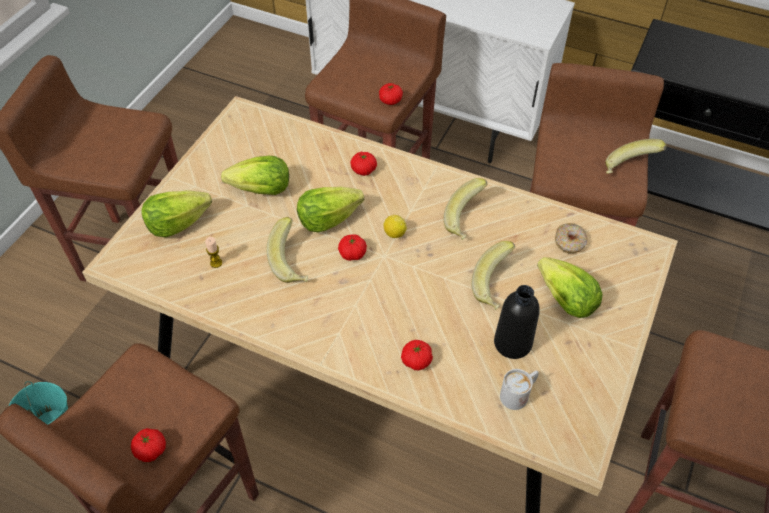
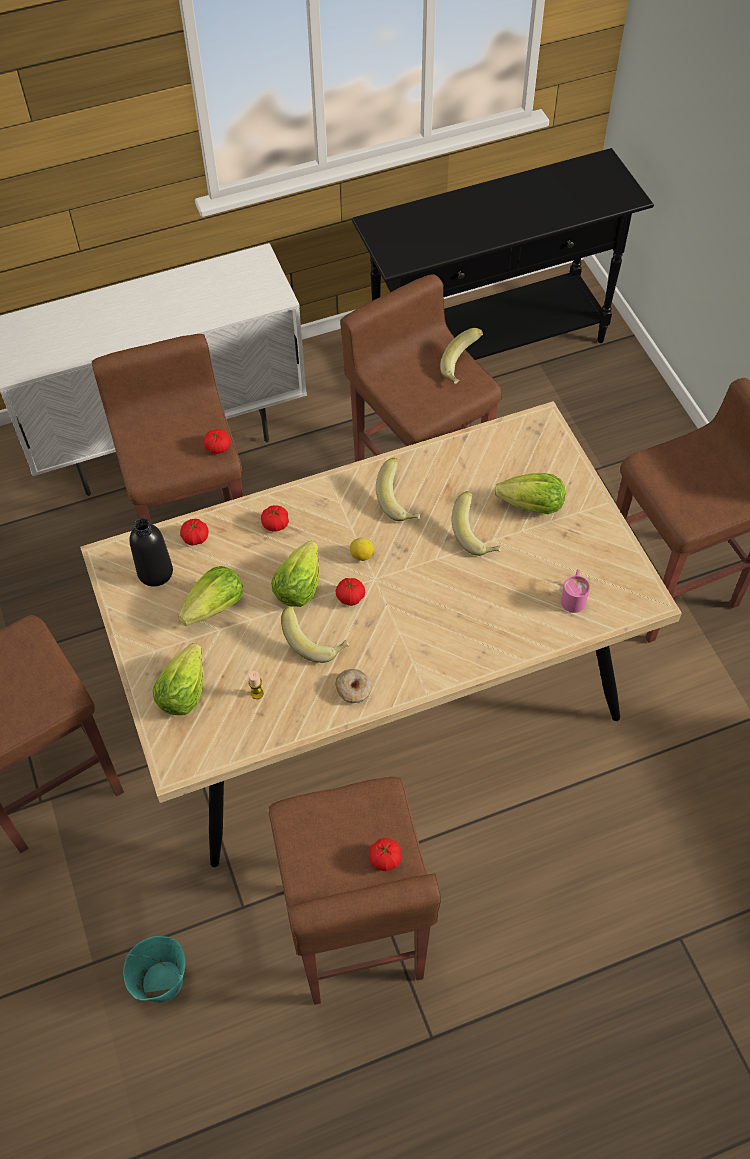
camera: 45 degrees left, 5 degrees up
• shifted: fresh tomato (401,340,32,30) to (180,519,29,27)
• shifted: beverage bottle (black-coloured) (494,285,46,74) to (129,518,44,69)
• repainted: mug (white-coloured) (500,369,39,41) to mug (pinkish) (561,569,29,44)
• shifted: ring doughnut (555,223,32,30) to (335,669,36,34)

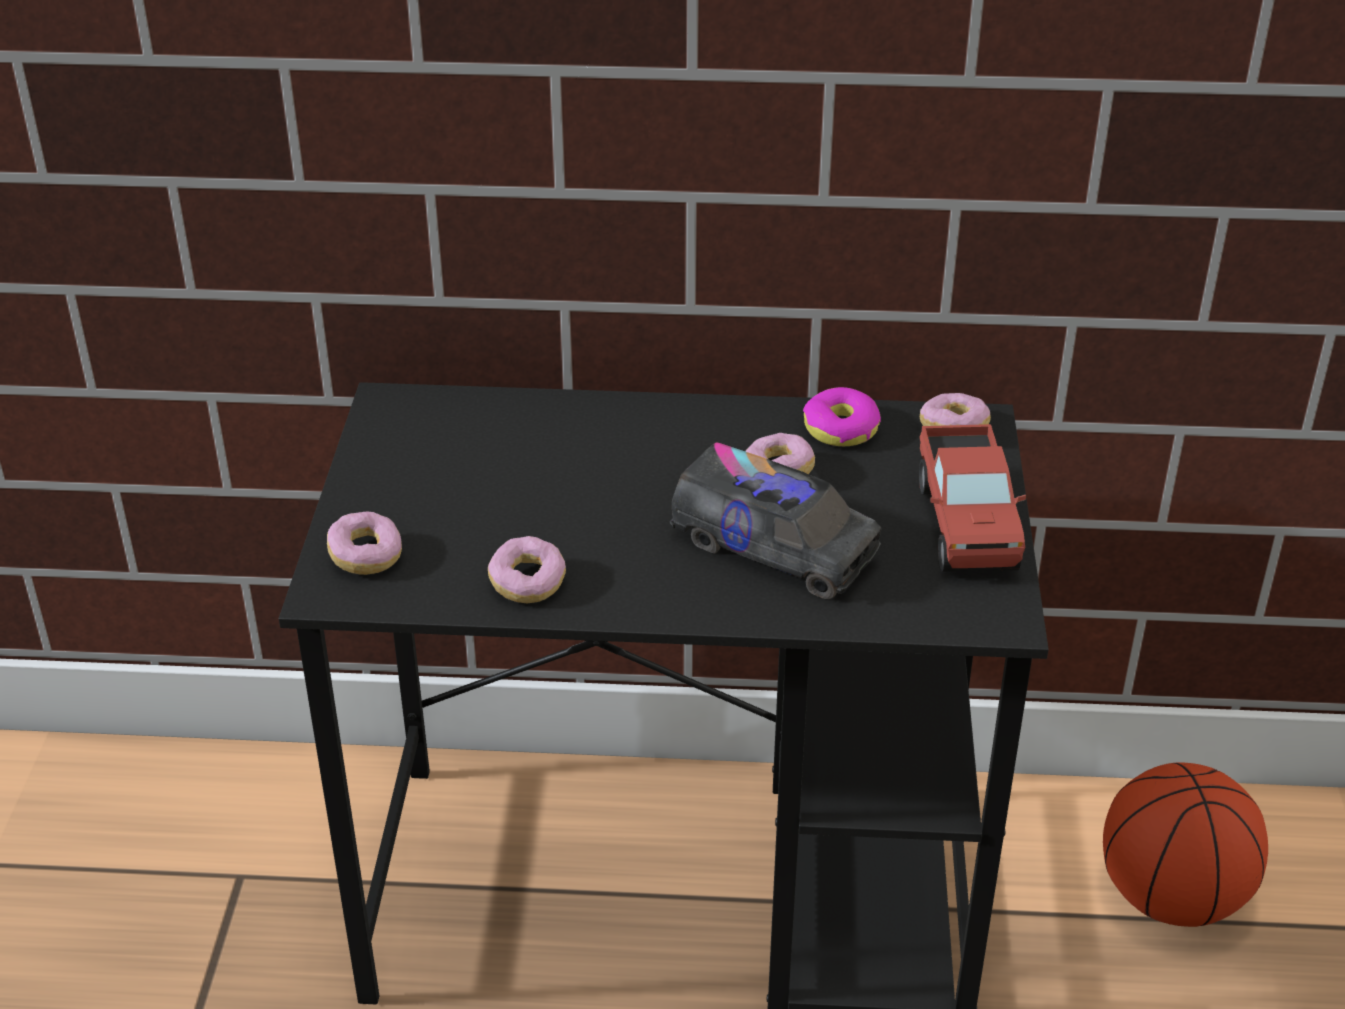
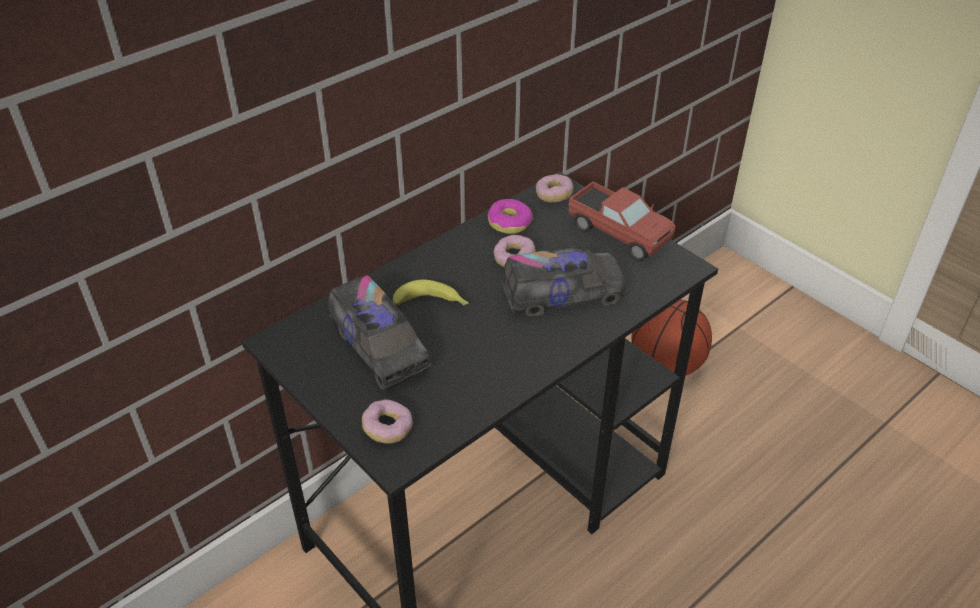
camera: 45 degrees left, 5 degrees up
• gone: ring doughnut (488,536,78,67)
• new: model truck (328,275,103,115)
• new: banana fruit (393,280,76,26)

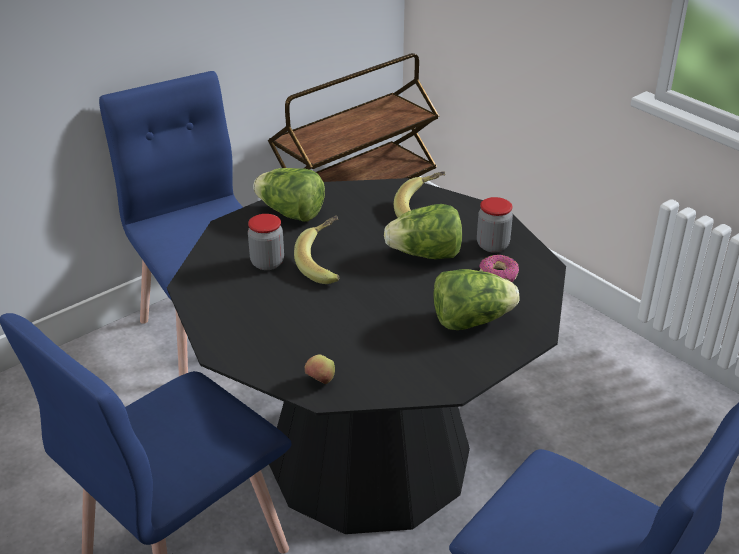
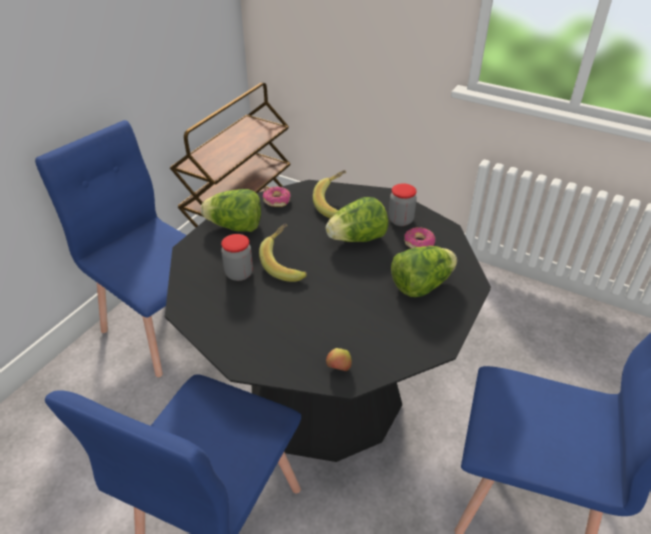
camera: 20 degrees left, 5 degrees up
• new: ring doughnut (263,186,28,21)

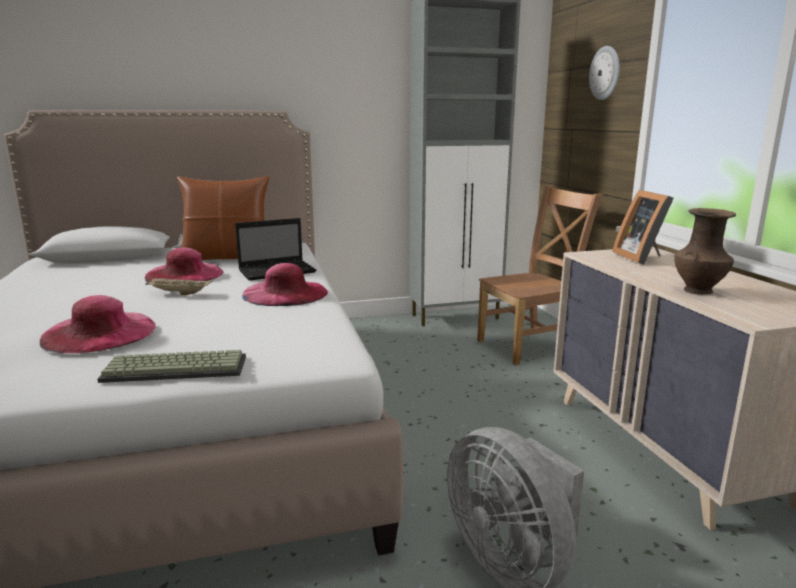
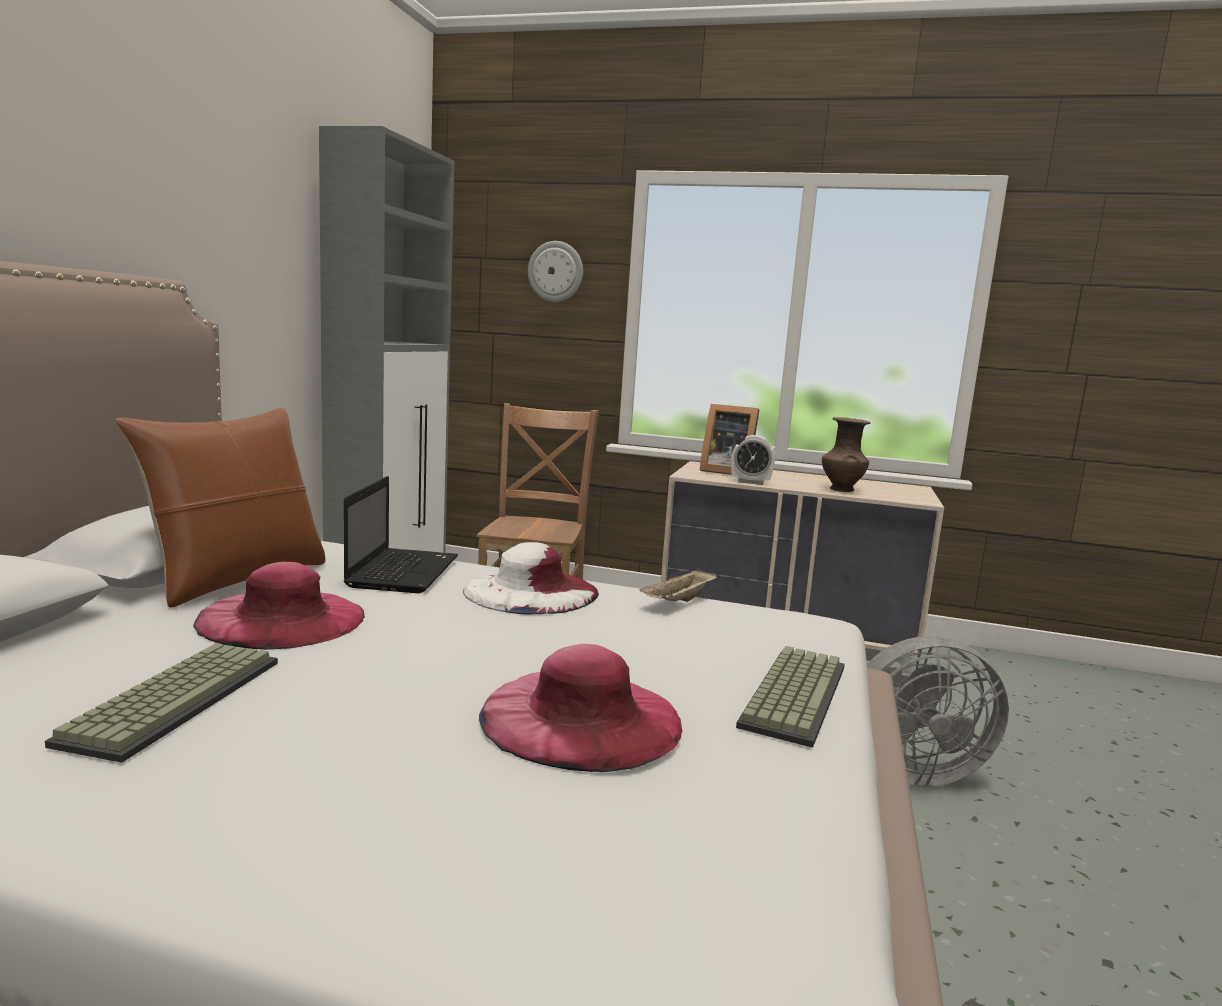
camera: 60 degrees left, 5 degrees down
• shifted: tray (beige-coloured) (145,278,68,17) to (640,568,77,34)
• repainted: wearable hat (pinkish) (242,263,86,43) to wearable hat (white-coloured) (463,542,136,72)
• new: computer keyboard (45,643,233,120)
• new: table clock (731,435,44,50)

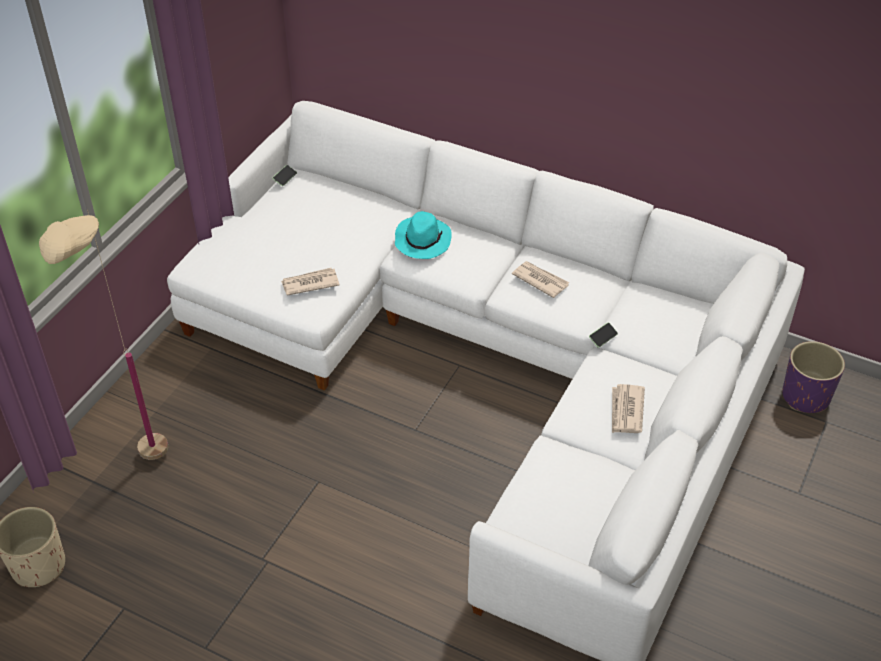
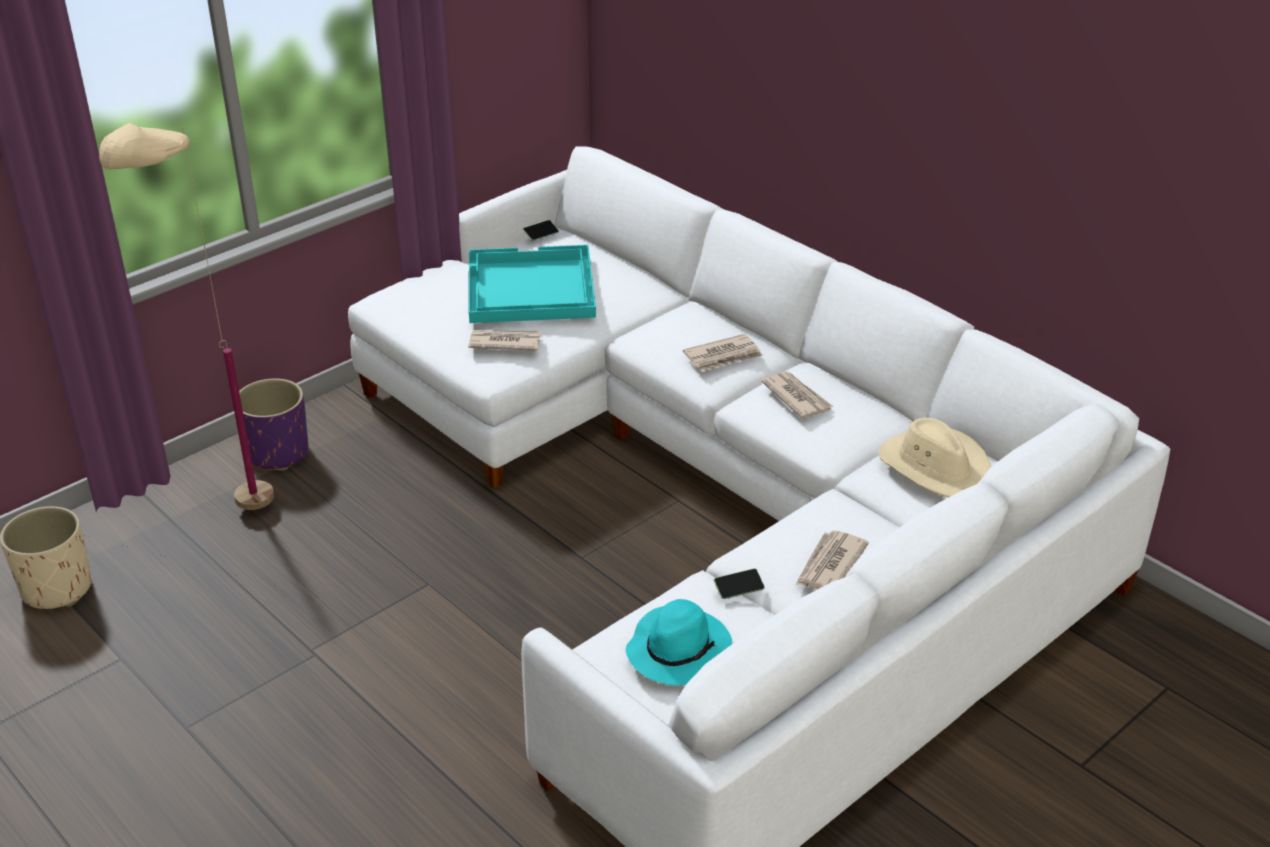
camera: 20 degrees right, 10 degrees down
• shifted: wearable hat (blue-green) (395,211,57,48) to (626,599,106,86)
• shifted: phone (589,322,29,26) to (713,568,52,31)
• shifted: flower pot (purplish) (782,341,63,72) to (239,378,70,92)
• new: tray (blue-green) (469,245,127,78)
• new: daily paper (683,334,80,37)
• new: wearable hat (beige-coloured) (879,418,112,80)

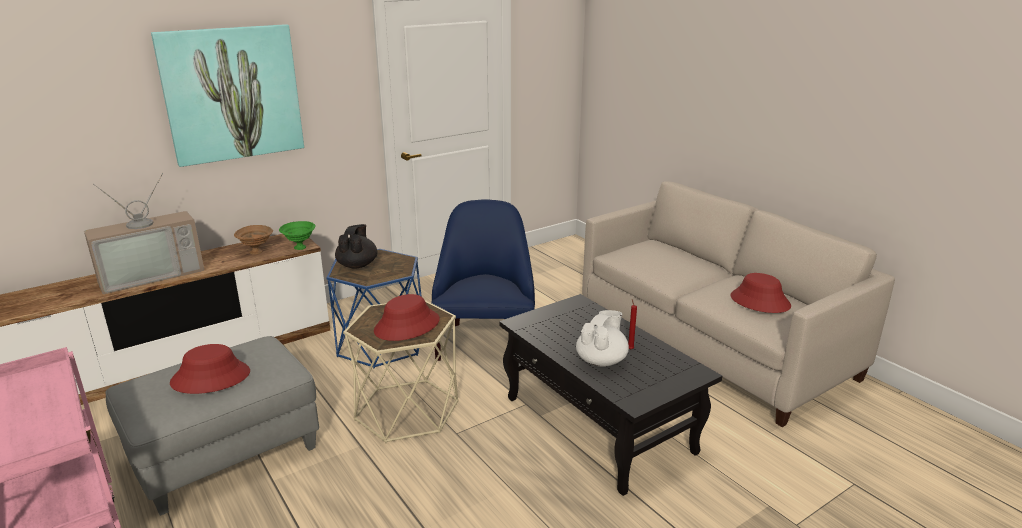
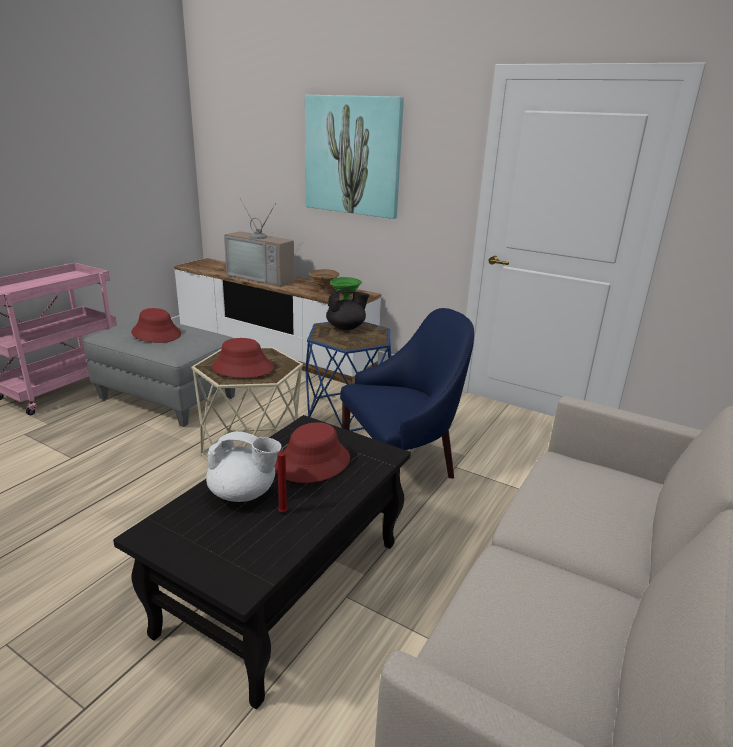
camera: 65 degrees right, 0 degrees up
• shifted: wearable hat (red-coloured) (730,273,61,40) to (275,422,75,61)

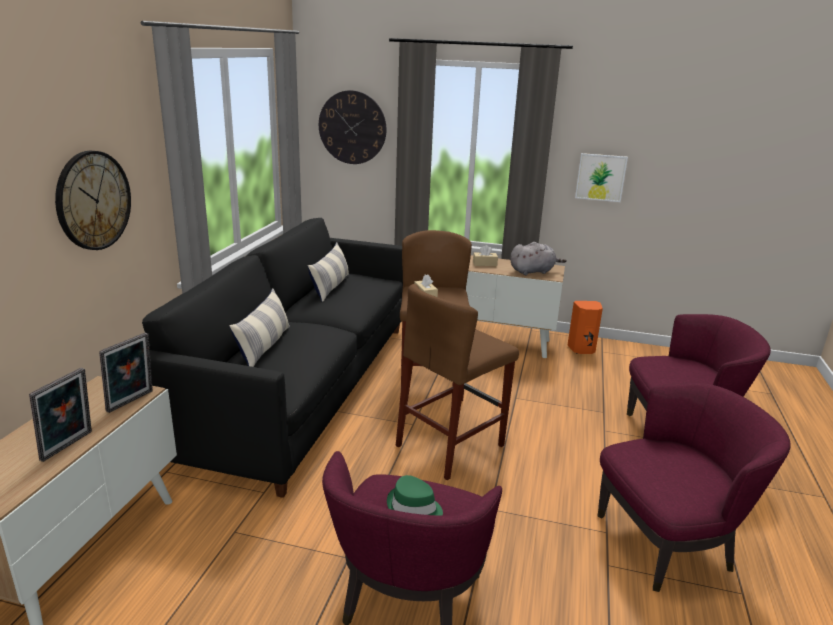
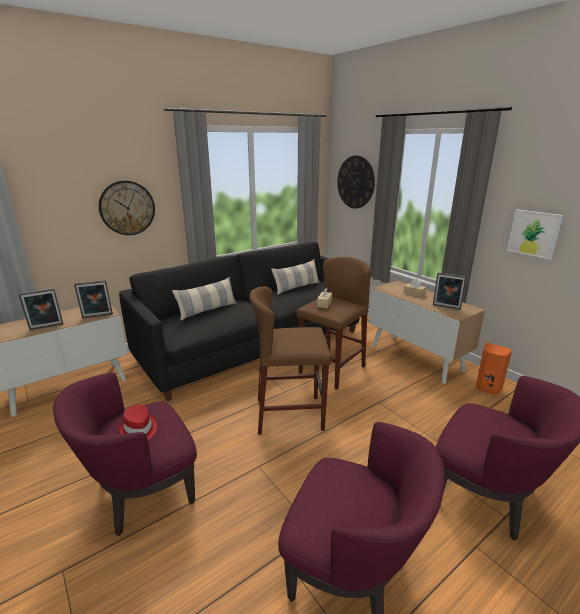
camera: 40 degrees right, 0 degrees up
• repainted: wearable hat (green) (387,475,56,41) to wearable hat (red-coloured) (119,404,38,36)
• swapped: cuddly toy (grey) (510,242,56,33) to picture frame (433,273,34,37)

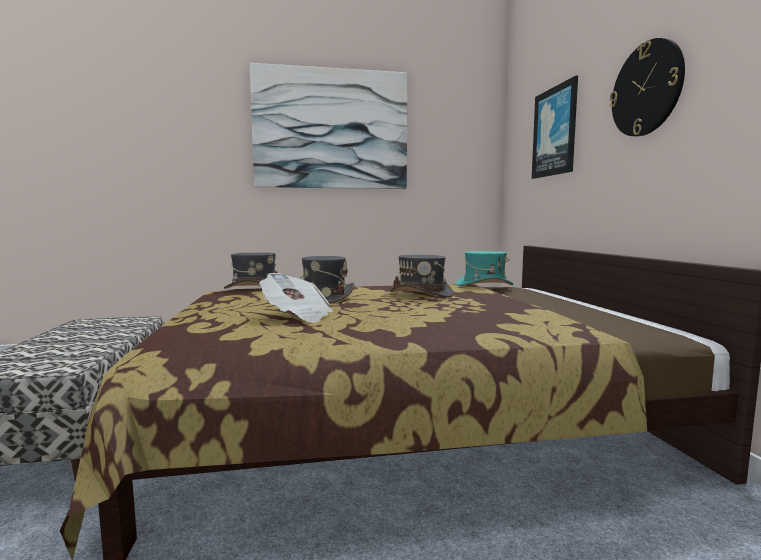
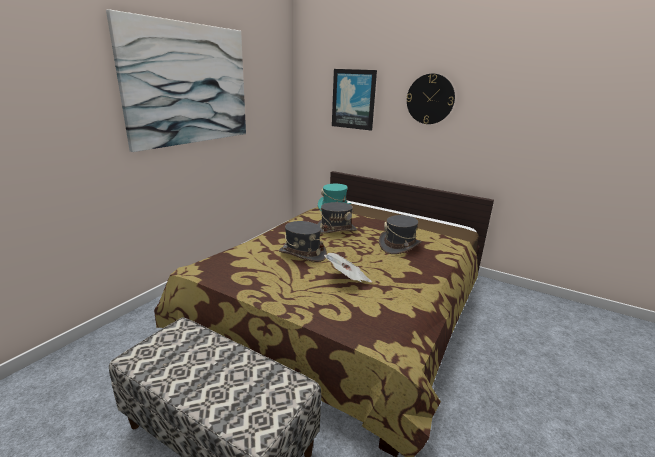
camera: 50 degrees left, 15 degrees up
• shifted: wearable hat (grey) (224,252,53,37) to (379,215,43,39)

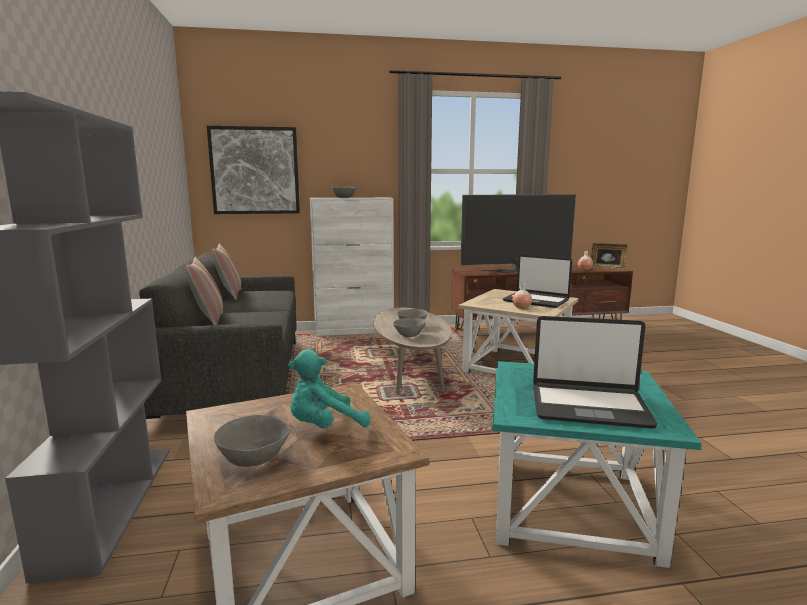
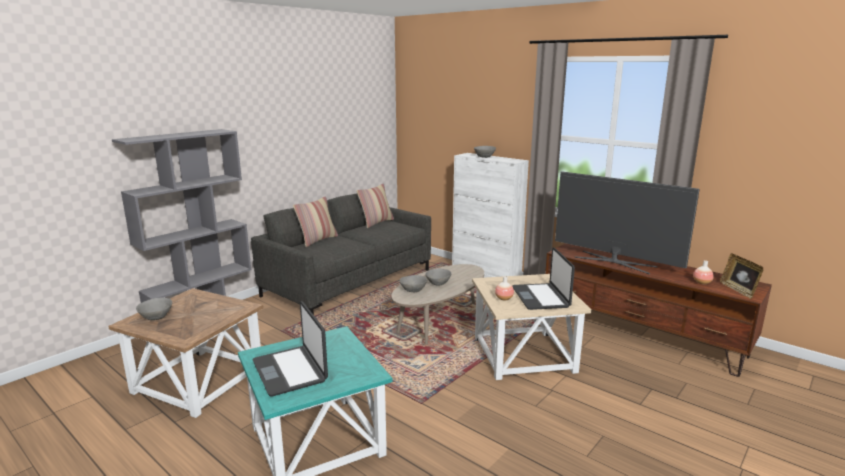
camera: 50 degrees right, 5 degrees up
• gone: wall picture (207,126,93,88)
• gone: cuddly toy (blue-green) (288,349,82,79)

